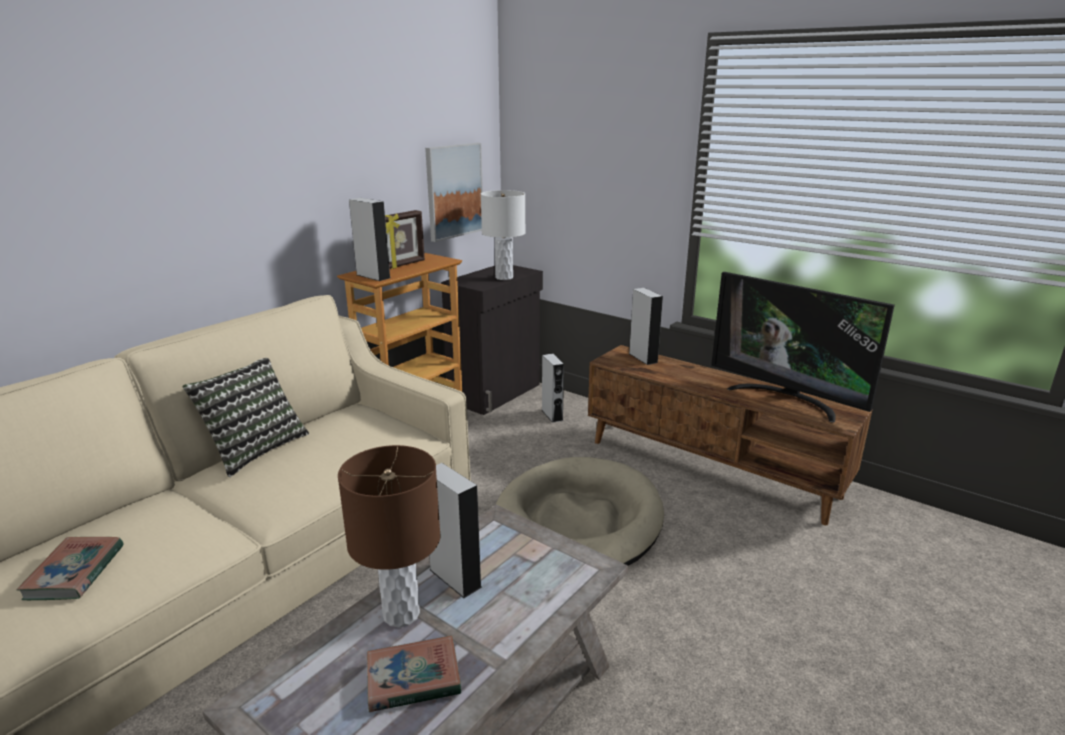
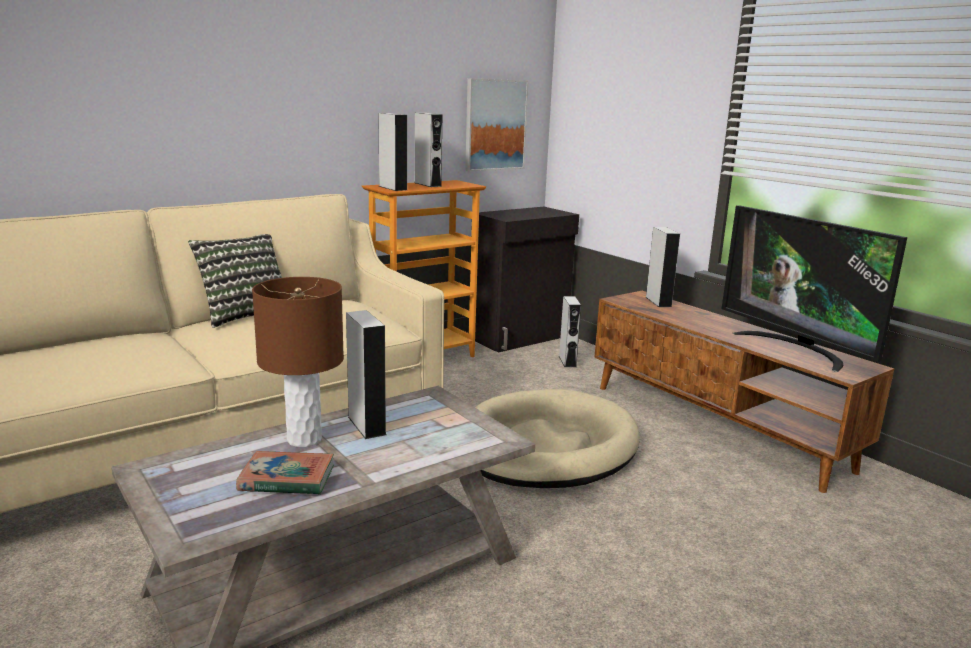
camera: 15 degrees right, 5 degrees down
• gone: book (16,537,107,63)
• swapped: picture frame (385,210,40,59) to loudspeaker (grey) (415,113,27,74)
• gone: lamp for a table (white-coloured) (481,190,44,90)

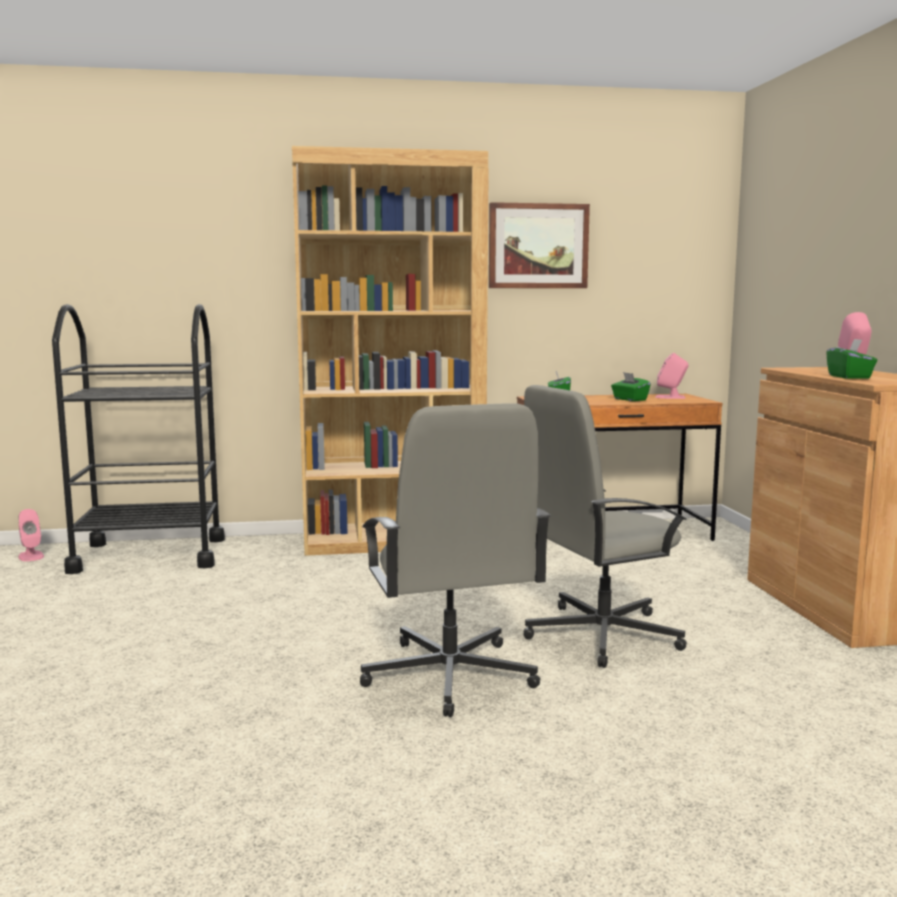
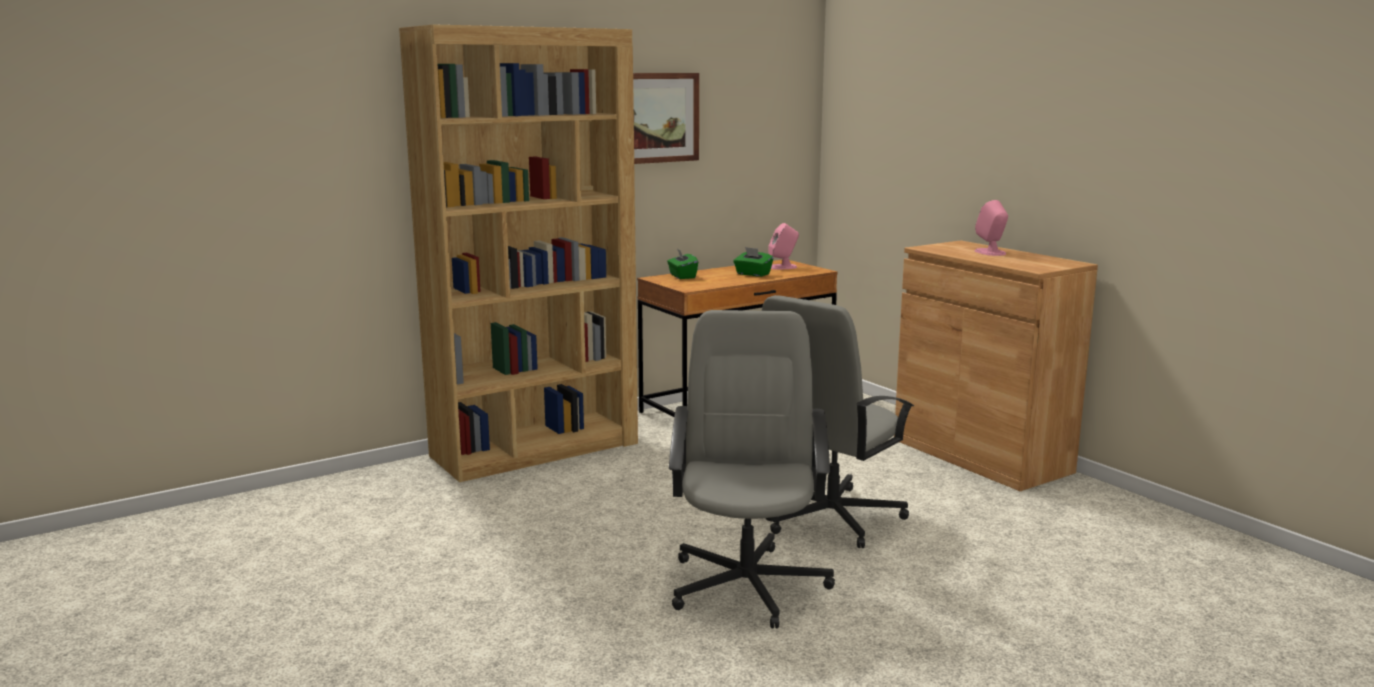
camera: 25 degrees left, 5 degrees up
• gone: loudspeaker (pinkish) (18,509,26,52)
• gone: cart (black-coloured) (52,304,173,270)
• rotated: computer chair (grey) (360,403,191,314) = (669,310,166,319) 135 degrees counterclockwise
• gone: tissue box (green) (826,339,51,40)

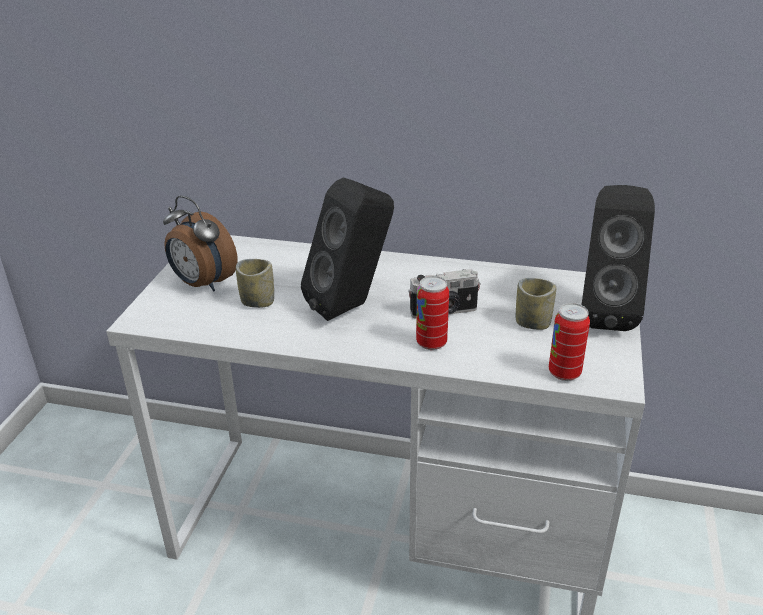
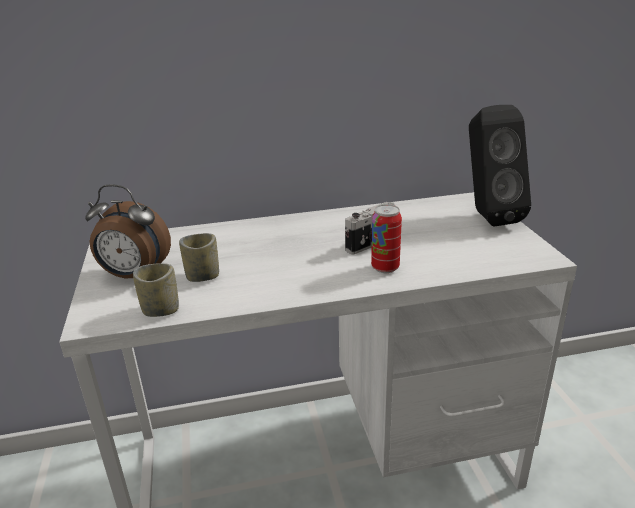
camera: 25 degrees left, 5 degrees down
• gone: loudspeaker (black-coloured) (301,177,93,144)
• shifted: cup (516,278,40,52) to (133,263,46,54)
• gone: can (549,303,41,78)

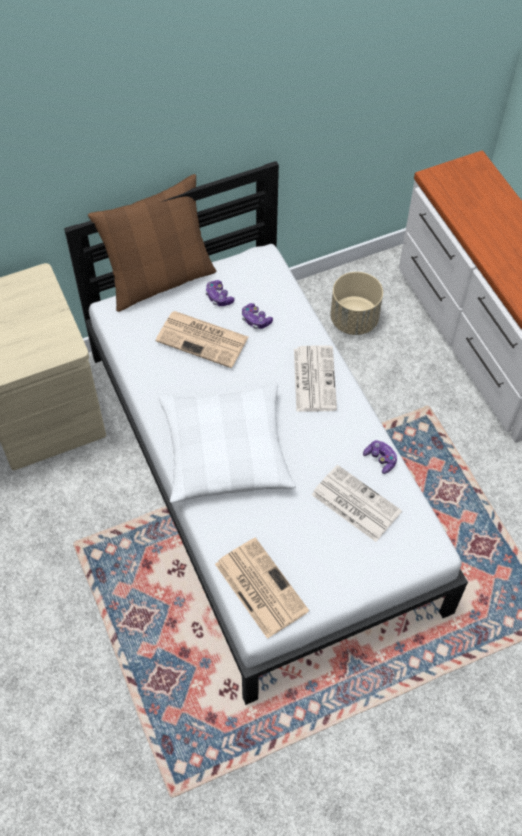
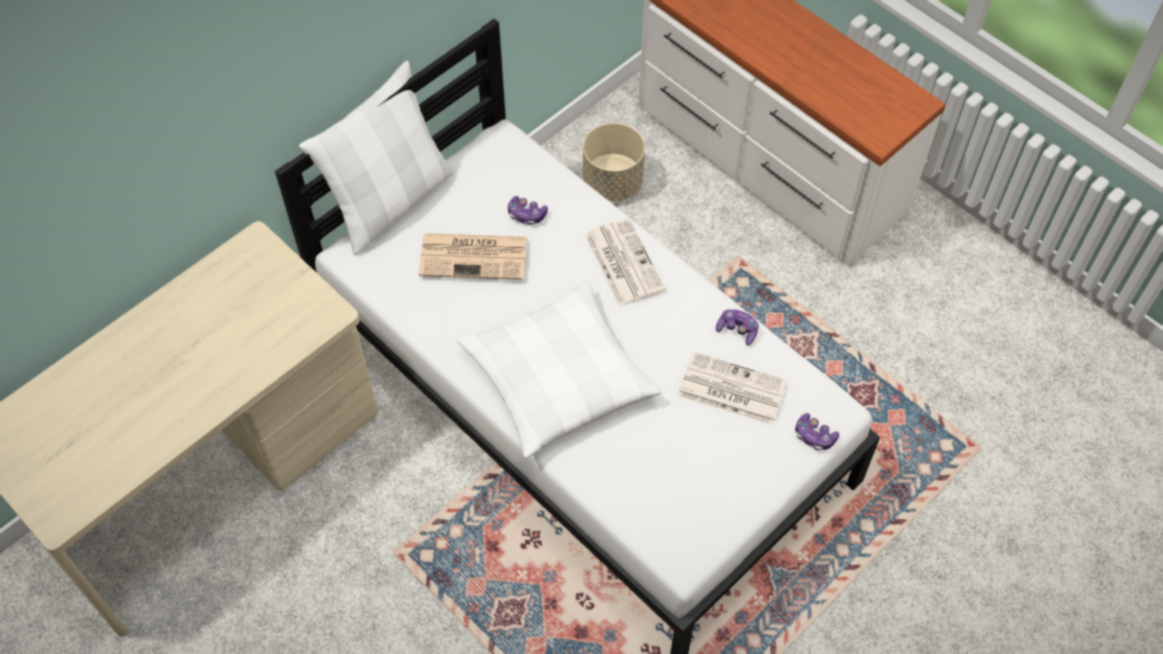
camera: 20 degrees left, 0 degrees up
• repainted: cushion (brownish) (88,174,128,138) to cushion (white-coloured) (299,61,155,194)
• shifted: game controller (205,280,30,26) to (795,413,44,37)
• gone: daily paper (215,537,94,102)

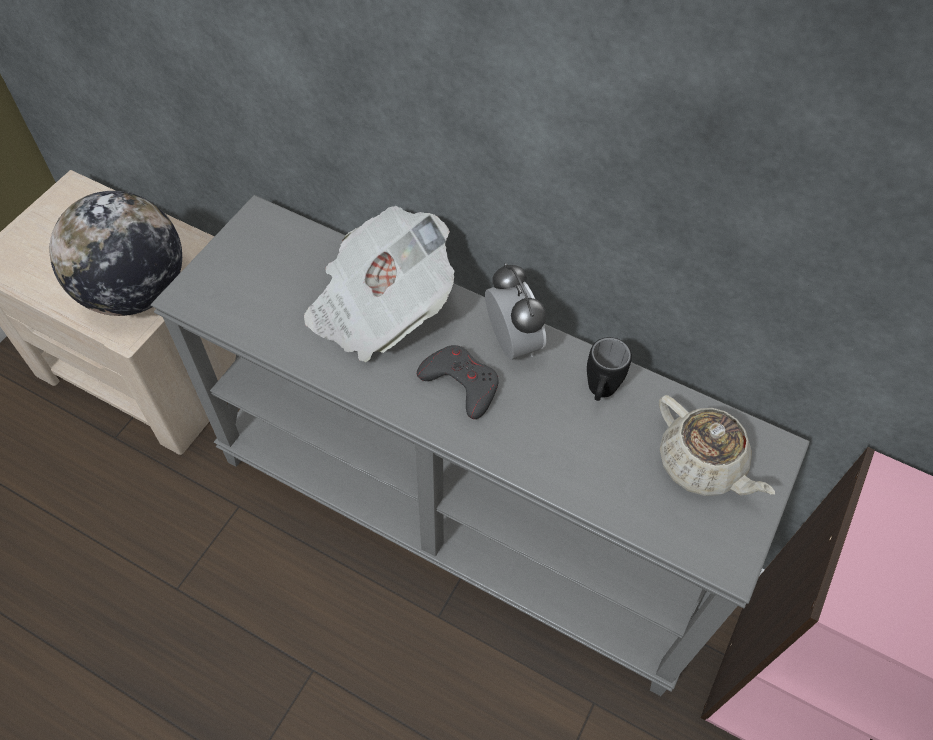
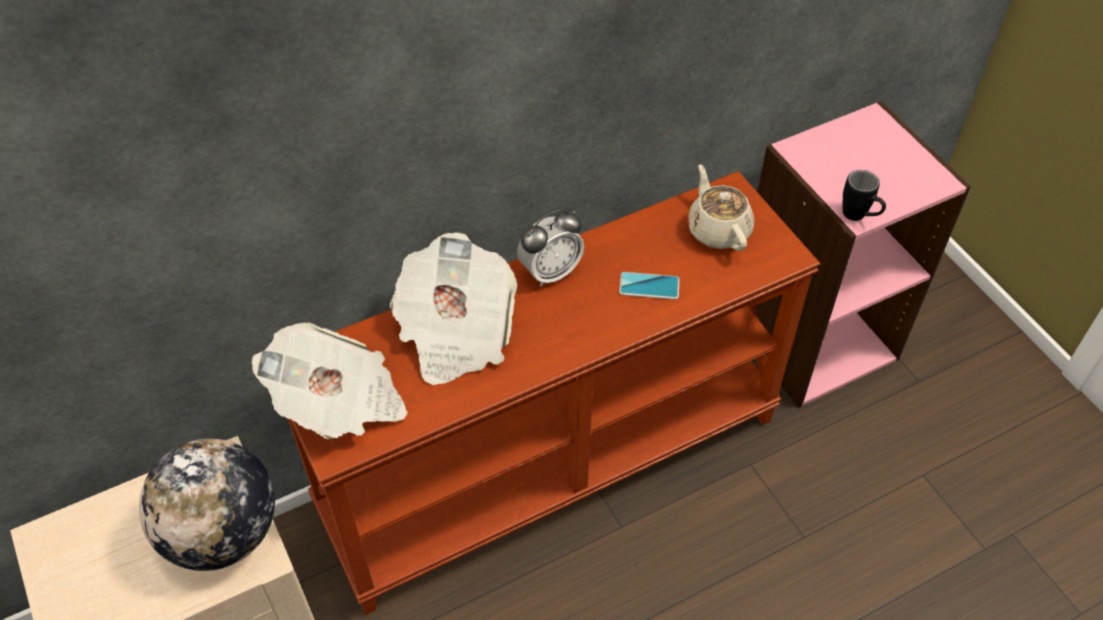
camera: 55 degrees left, 5 degrees down
• repainted: hall table (grey) (151,195,659,501) to hall table (brownish) (288,171,532,444)
• gone: game controller (grey) (417,345,82,74)
• rotated: table clock (485,263,62,97) = (517,209,67,78) 135 degrees clockwise
• shifted: mug (black-coloured) (587,337,45,64) to (843,170,43,51)
• rotated: pot for tea (beige-coloured) (659,395,116,101) = (687,164,67,87) 105 degrees counterclockwise
• new: daily paper (252,323,156,117)
• new: phone (619,272,61,27)

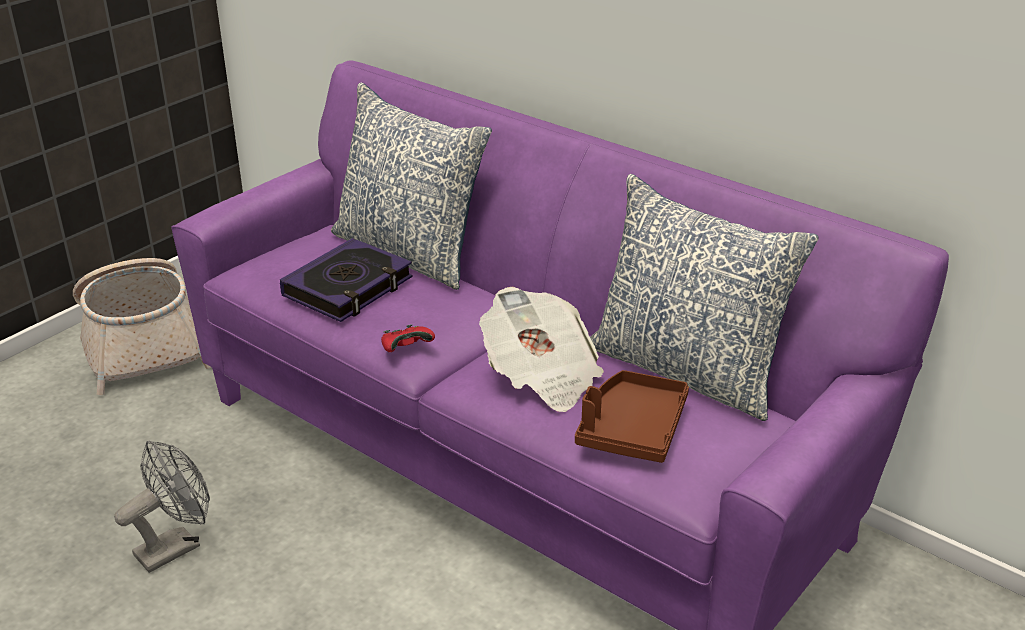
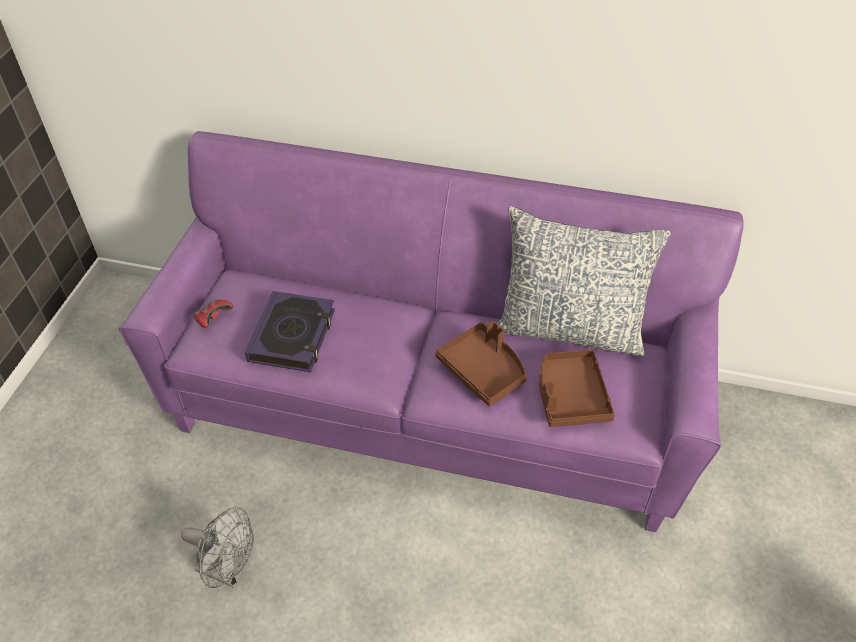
camera: 25 degrees left, 15 degrees up
• gone: basket (73,258,138,137)
• rotated: fan (grey) (114,441,96,132) = (181,507,73,81) 90 degrees clockwise
• gone: cushion (331,83,161,207)
• shifted: game controller (red-coloured) (381,324,54,28) to (194,300,39,28)
• swapped: daily paper (479,287,125,125) to tray (brownish) (436,321,91,85)

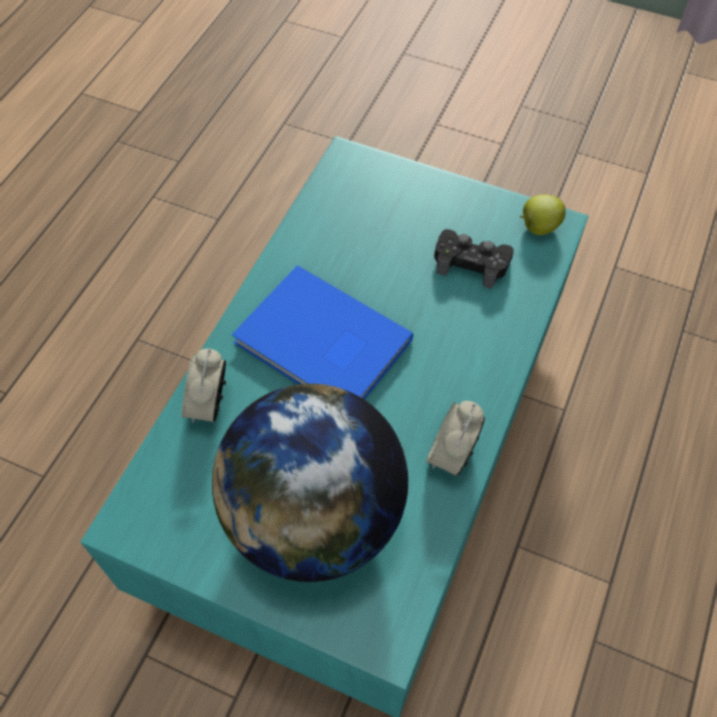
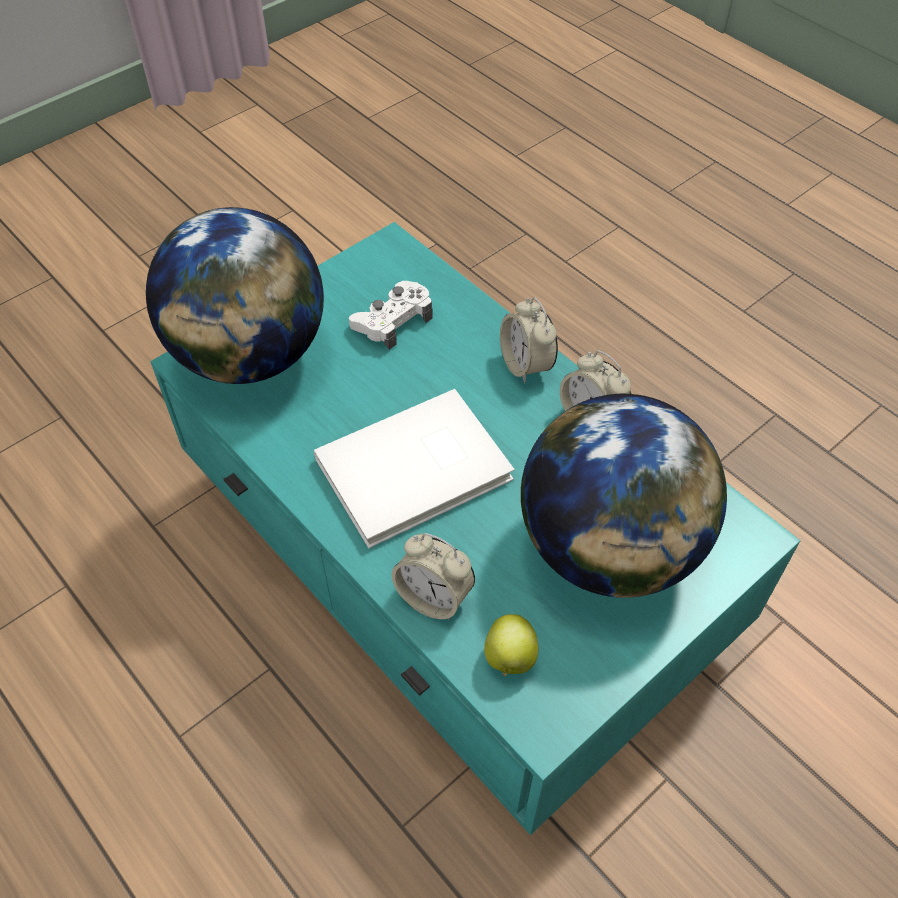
camera: 65 degrees left, 5 degrees down
• repainted: book (blue) (232,265,181,135) to book (white-coloured) (314,389,201,160)
• repainted: game controller (black-coloured) (434,229,80,60) to game controller (white-coloured) (349,281,84,69)
• shifted: apple fruit (520,195,46,40) to (484,614,55,62)
• new: desk globe (146,207,178,177)
• new: table clock (500,297,58,86)

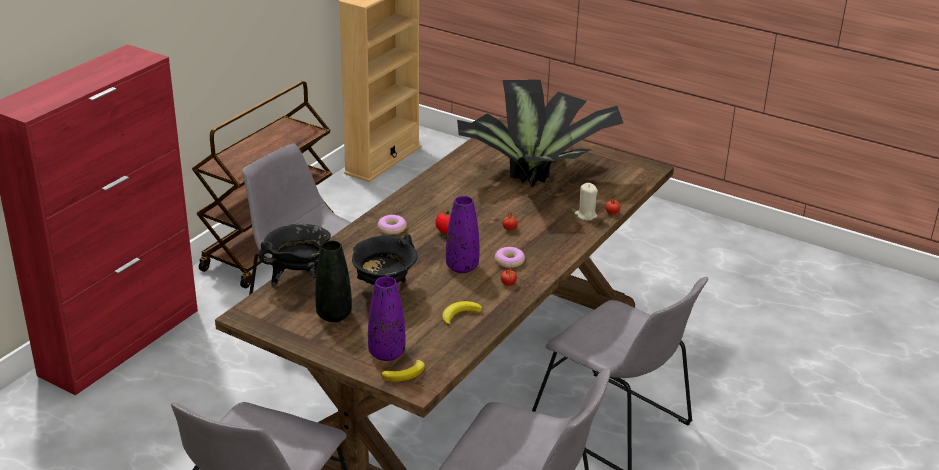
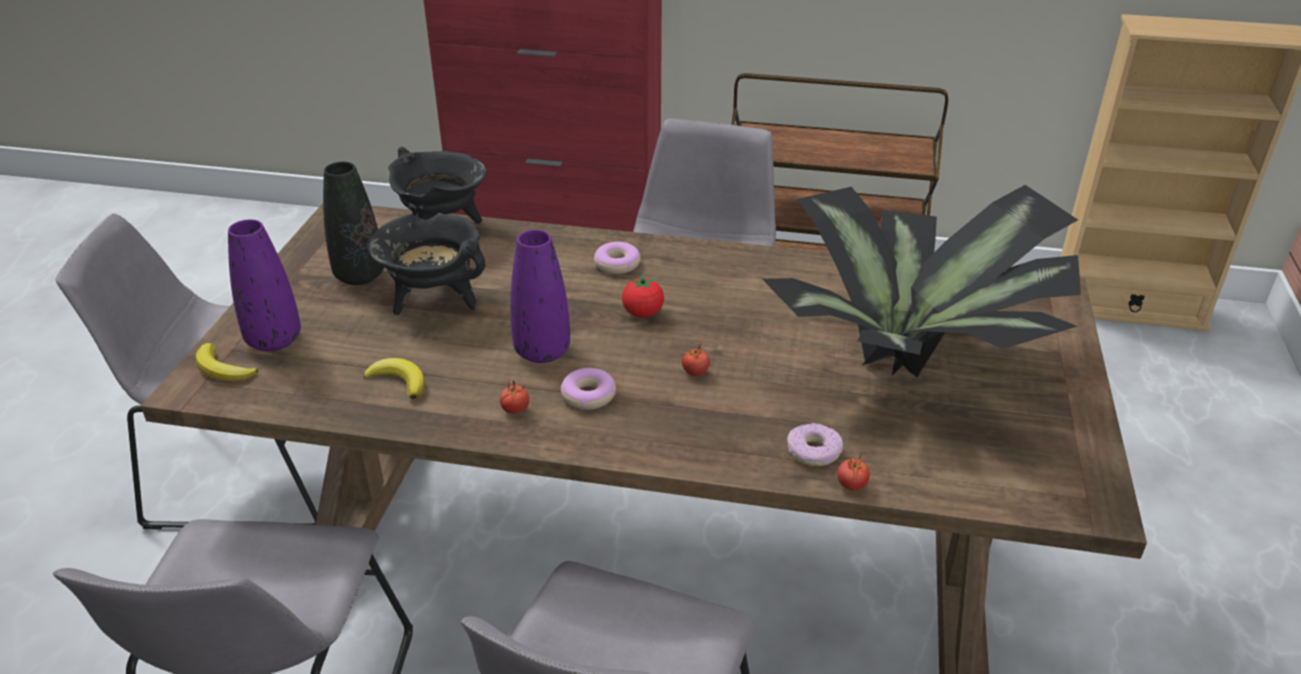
camera: 70 degrees right, 5 degrees up
• swapped: wax candle (beige-coloured) (575,183,23,37) to ring doughnut (787,423,56,43)

